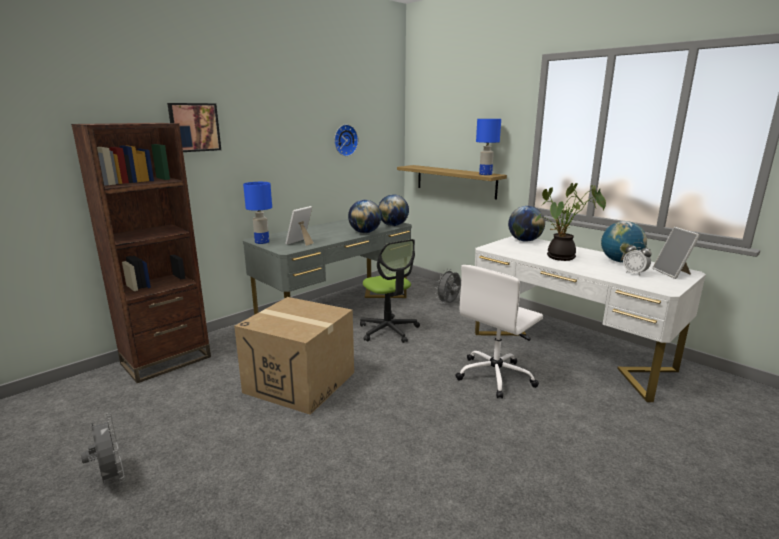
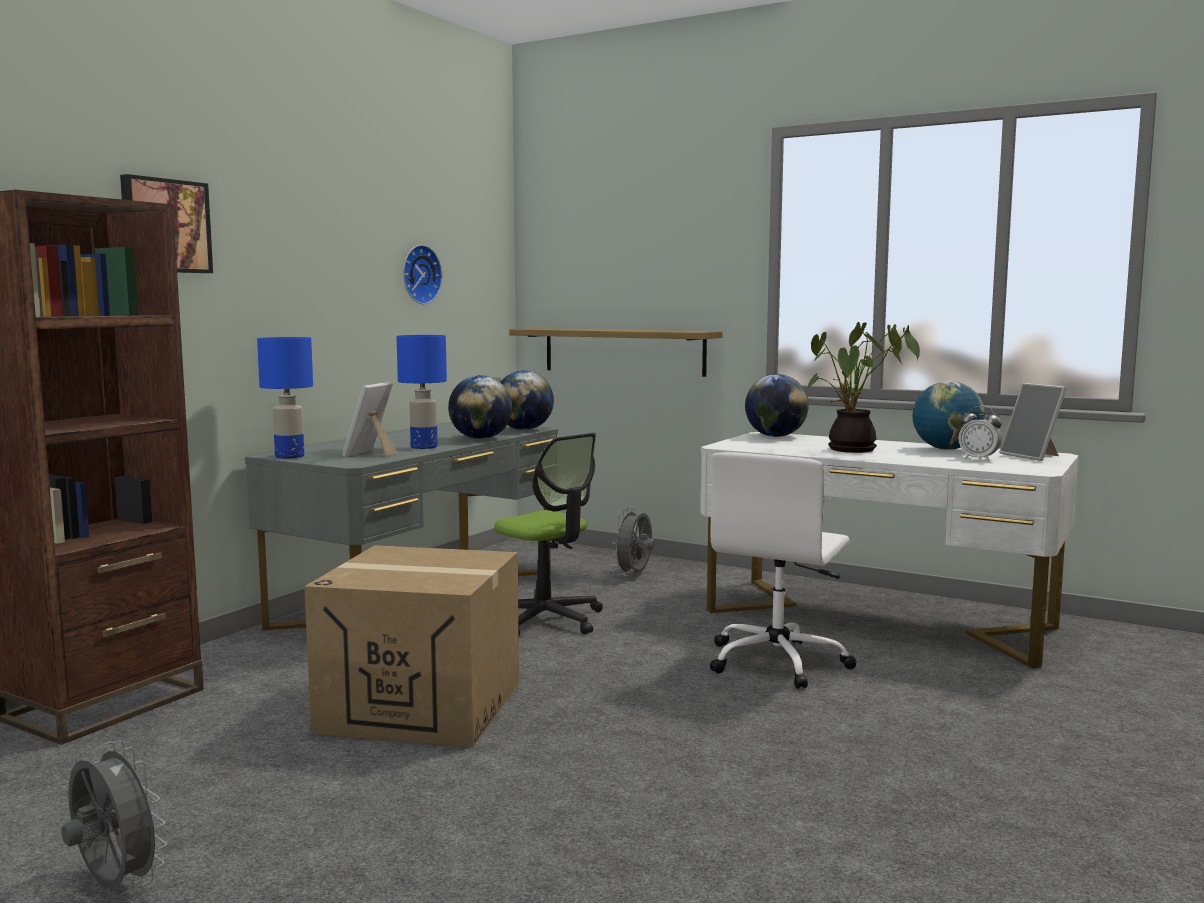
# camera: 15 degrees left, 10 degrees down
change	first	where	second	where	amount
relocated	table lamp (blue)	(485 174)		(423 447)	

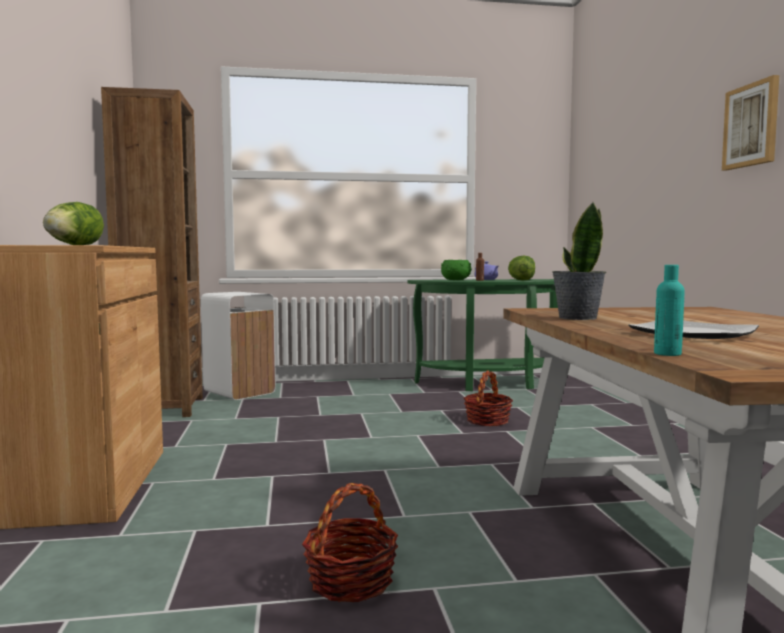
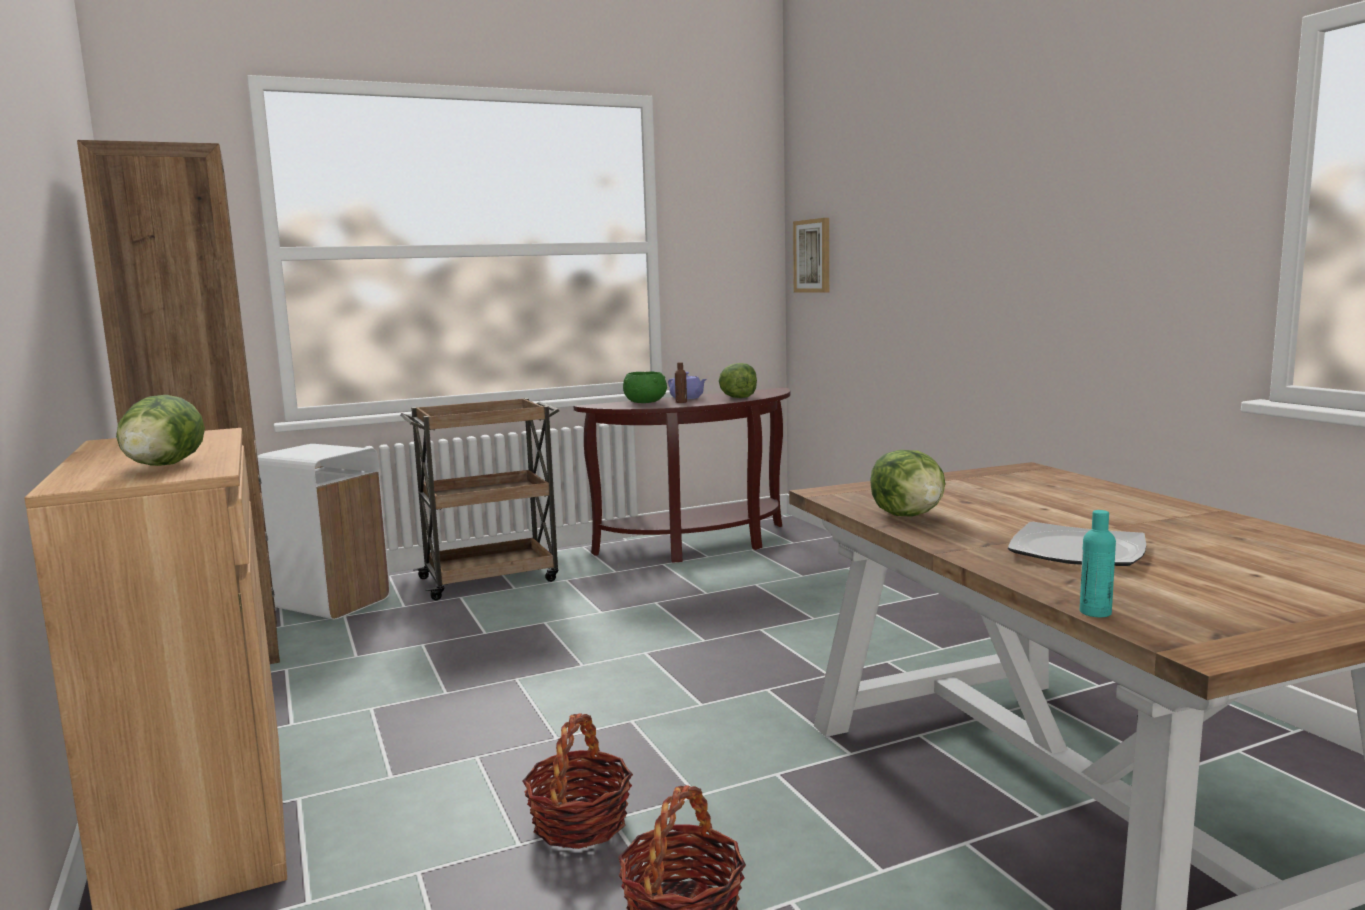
# camera: 15 degrees left, 5 degrees up
change	first	where	second	where	amount
appeared			cart (brown)	(491 579)	
relocated	basket	(487 421)		(580 823)	
colour	console table (green)	(491 384)	console table (brown)	(701 546)	
relocated	picture	(751 125)		(813 256)	
exchanged	potted plant	(577 318)	lettuce	(909 515)	

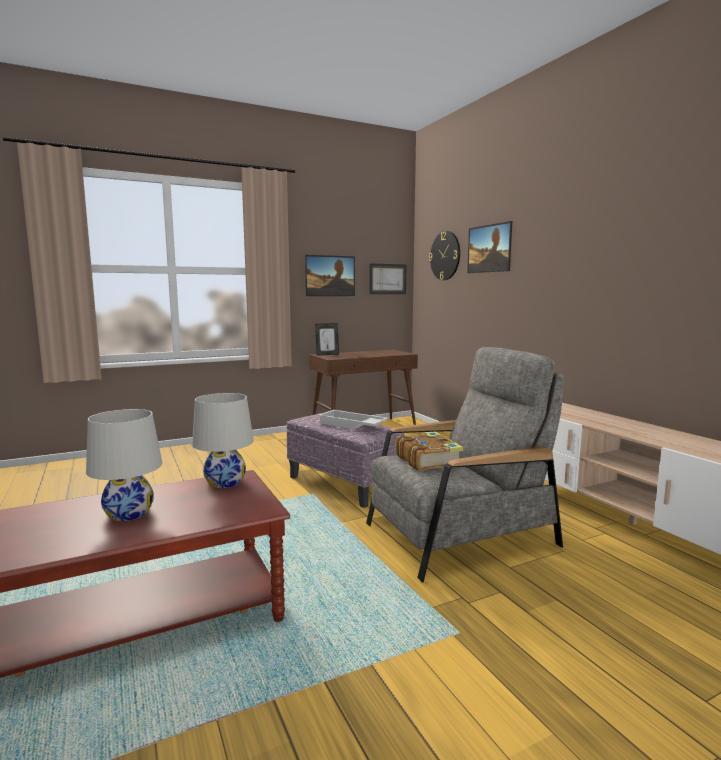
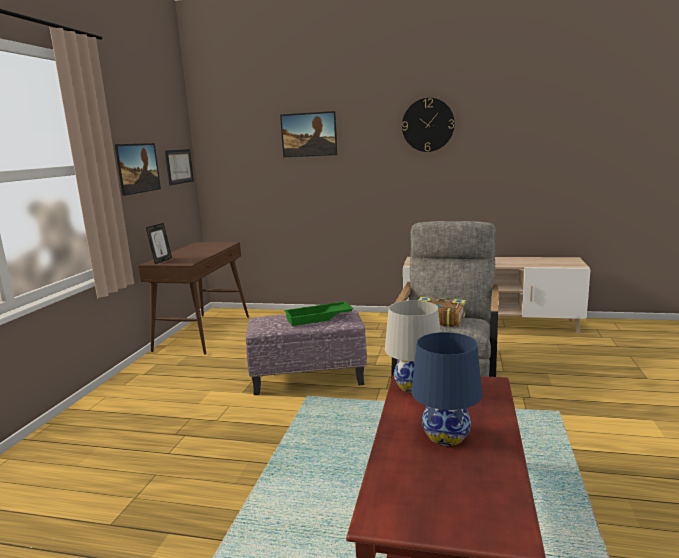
# camera: 50 degrees left, 5 degrees up
change	first	where	second	where	amount
colour	tray (white)	(351 425)	tray (green)	(318 318)	
relocated	wall clock	(445 256)		(428 125)	
colour	table lamp (white)	(129 513)	table lamp (blue)	(446 435)	

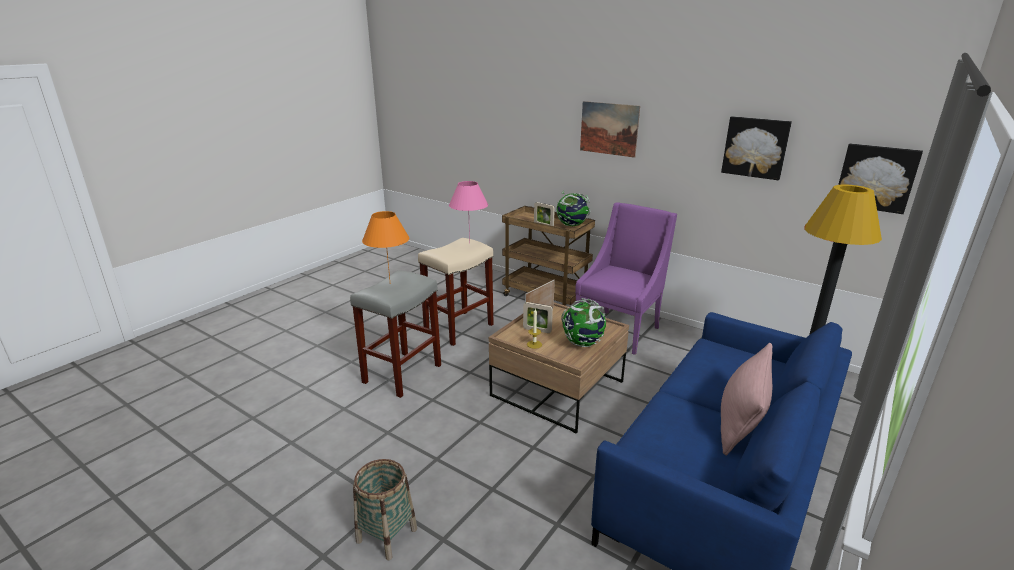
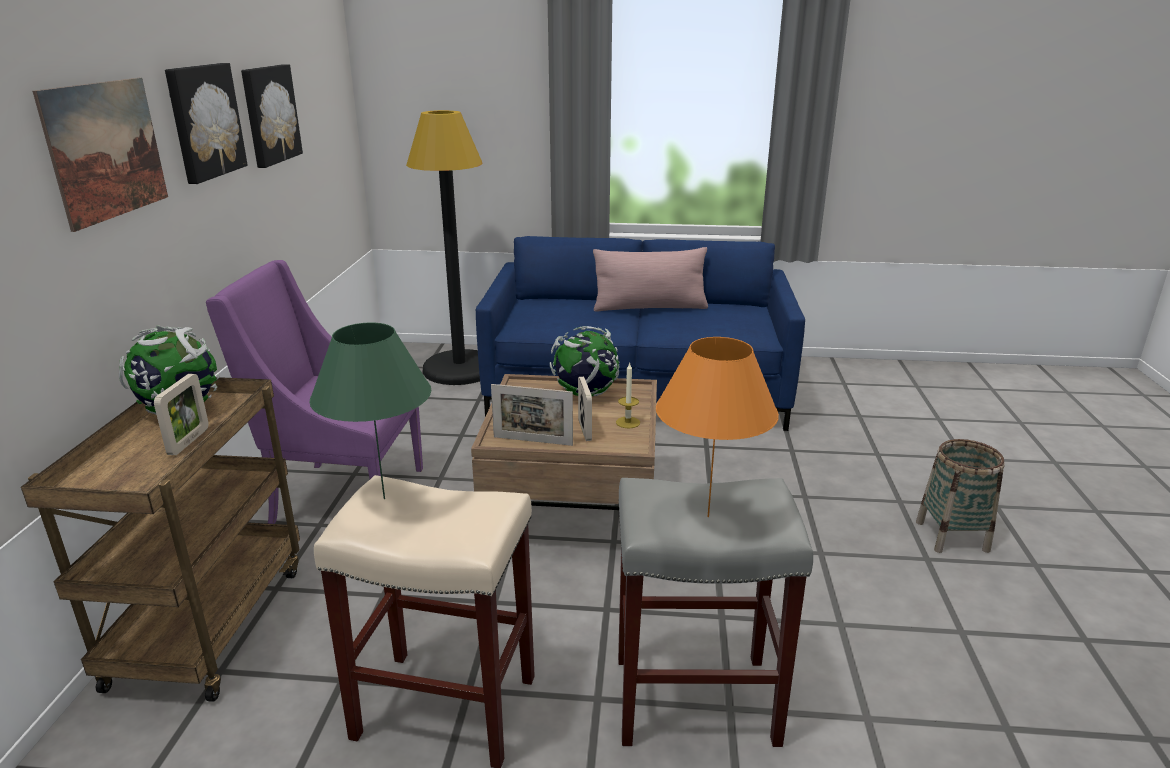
# camera: 120 degrees left, 0 degrees up
change	first	where	second	where	amount
relocated	picture	(876 177)		(204 121)	
colour	table lamp (pink)	(469 243)	table lamp (green)	(384 499)	

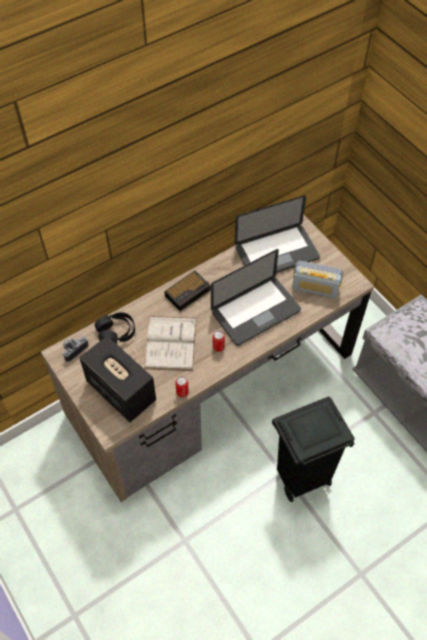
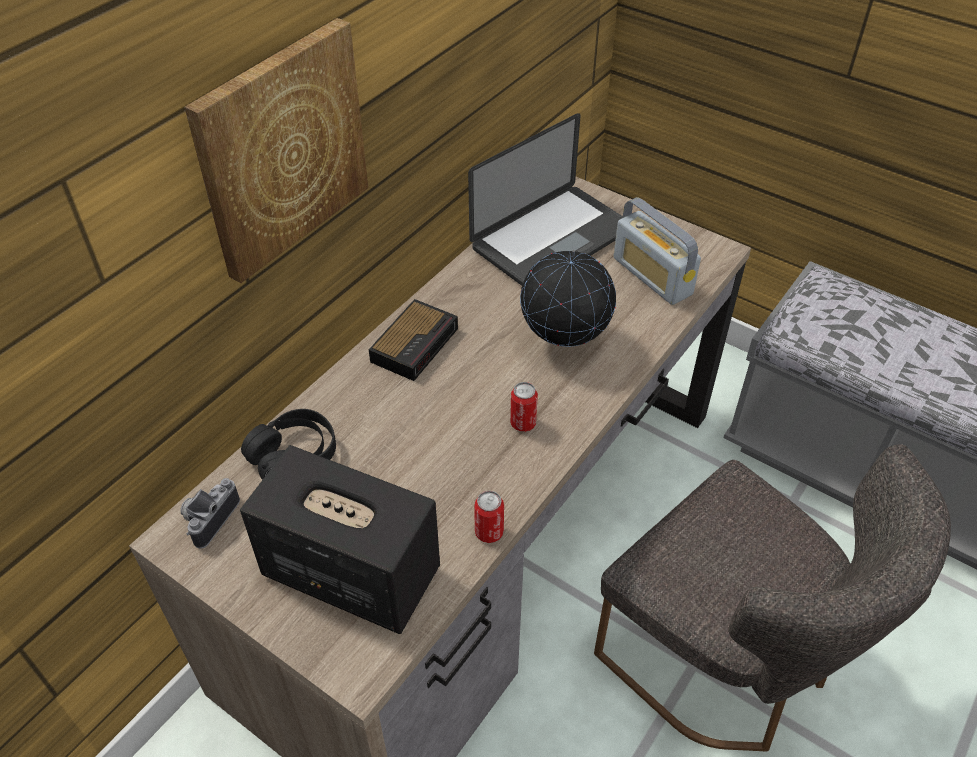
# camera: 20 degrees left, 10 degrees down
change	first	where	second	where	amount
appeared			picture	(281 149)	
exchanged	laptop	(256 311)	globe	(564 342)	
exchanged	trash can (black)	(300 478)	chair (grey)	(728 662)	
spun	radio	(315 288)		(652 276)	60 degrees clockwise
missing	book (white)	(170 343)			

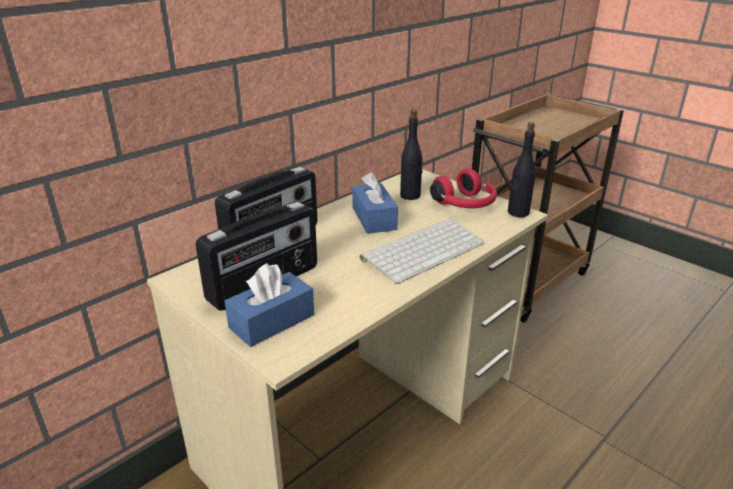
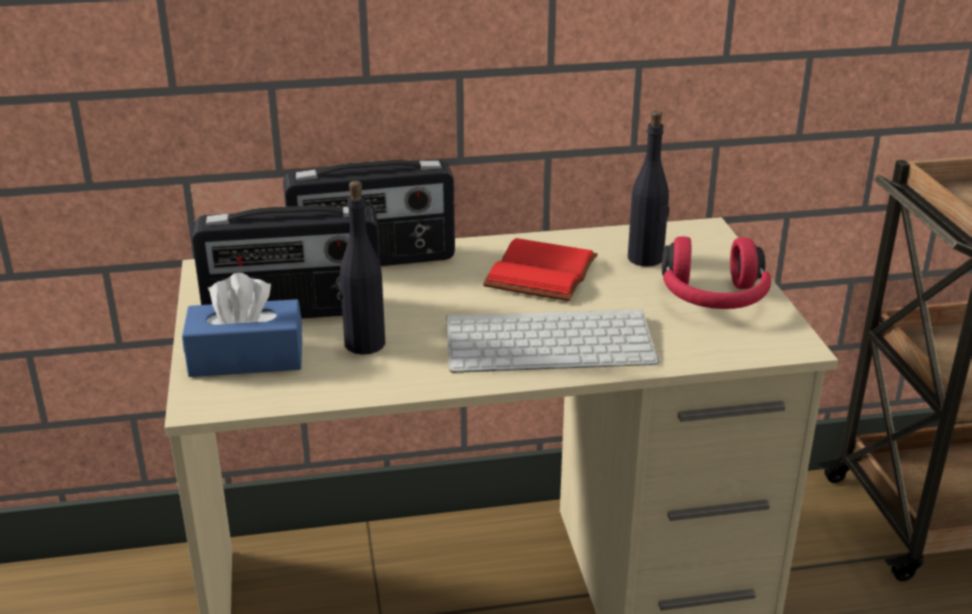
# camera: 35 degrees right, 0 degrees up
change	first	where	second	where	amount
relocated	bottle (black)	(518 212)		(364 344)	
exchanged	tissue box (blue)	(374 218)	book (red)	(544 275)	

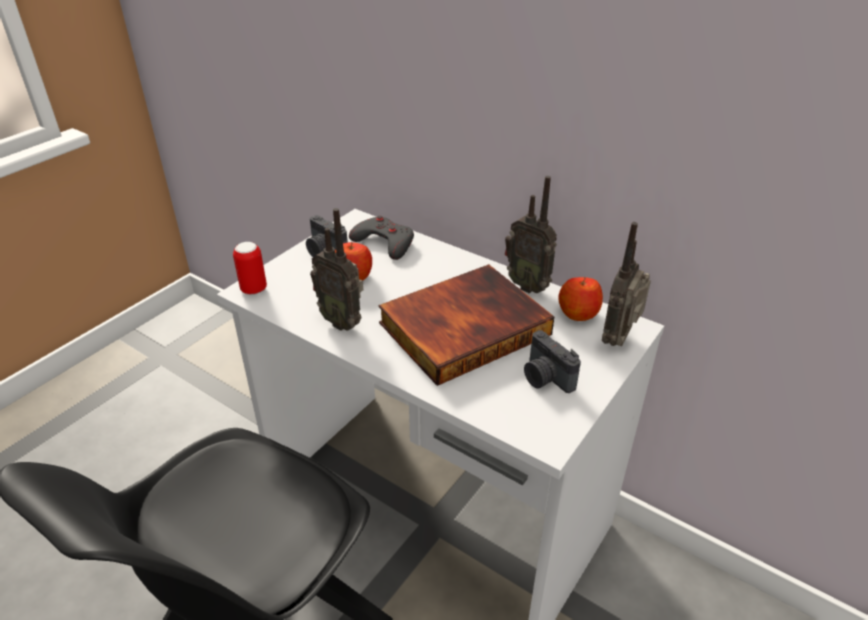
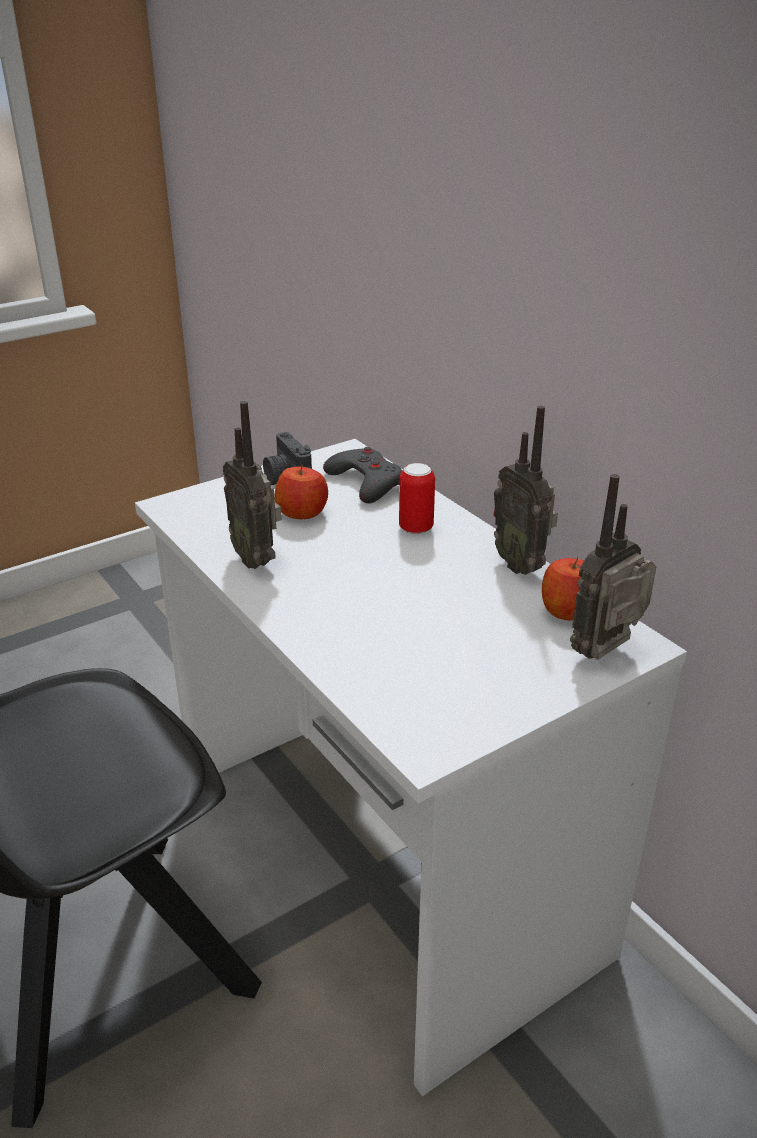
# camera: 20 degrees right, 5 degrees down
change	first	where	second	where	amount
relocated	can	(254 289)		(416 528)	
missing	book	(463 326)			
missing	photo camera	(545 378)			

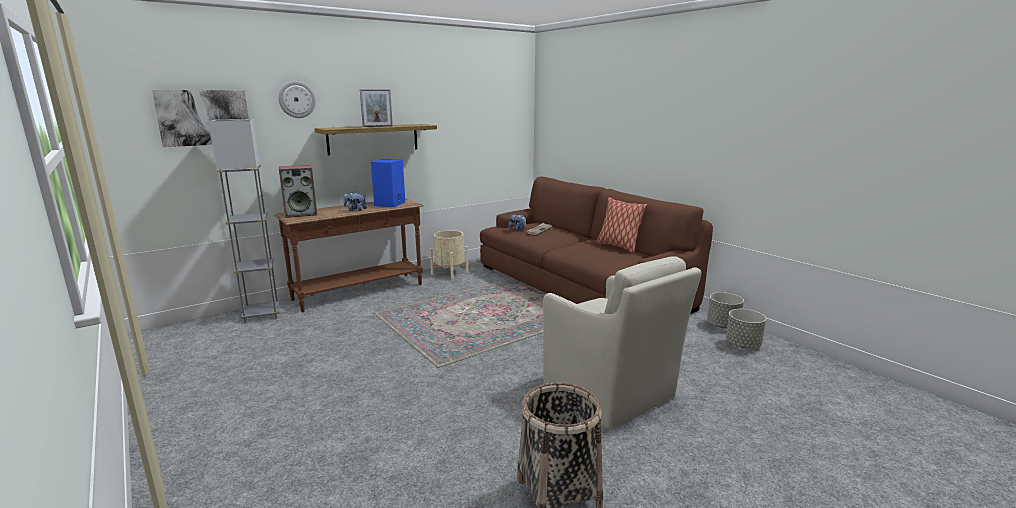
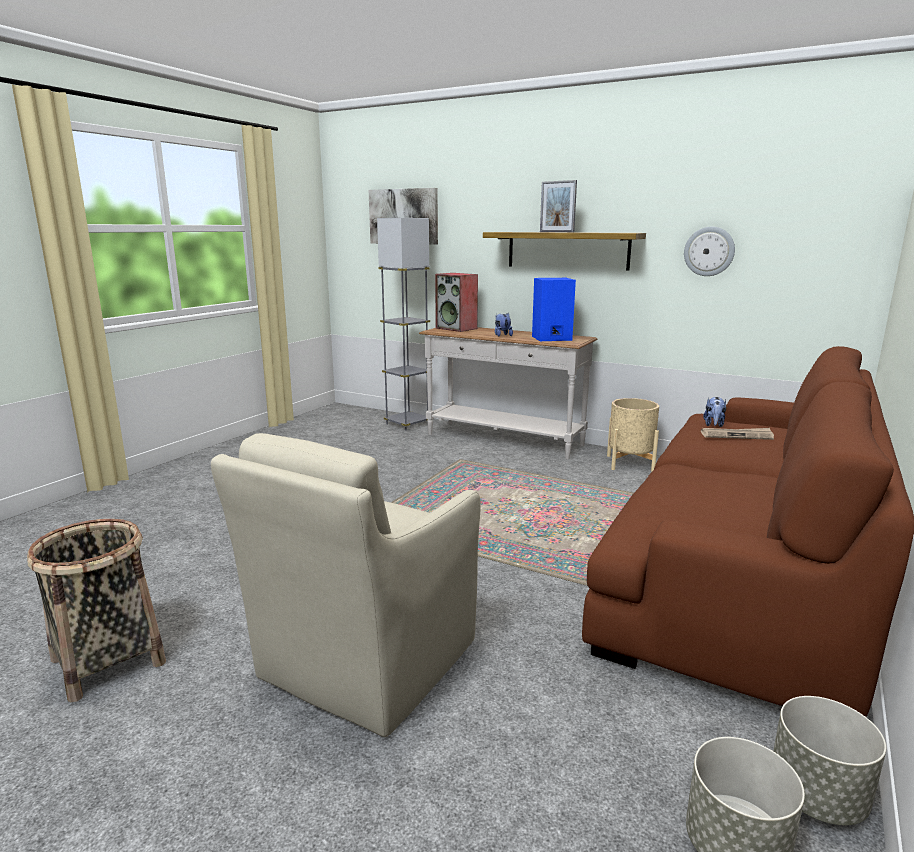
# camera: 65 degrees right, 0 degrees up
change	first	where	second	where	amount
colour	console table (brown)	(359 292)	console table (white)	(503 440)	
relocated	wall clock	(296 99)		(709 251)	
missing	pillow	(618 247)			

